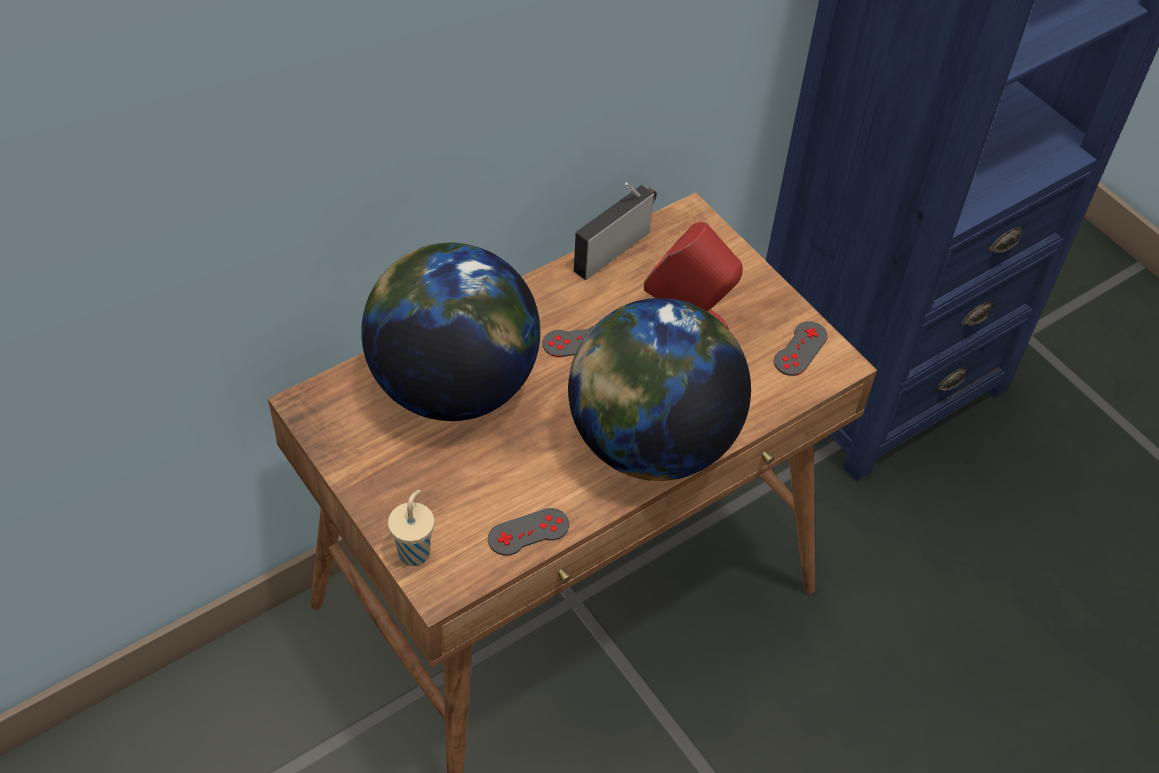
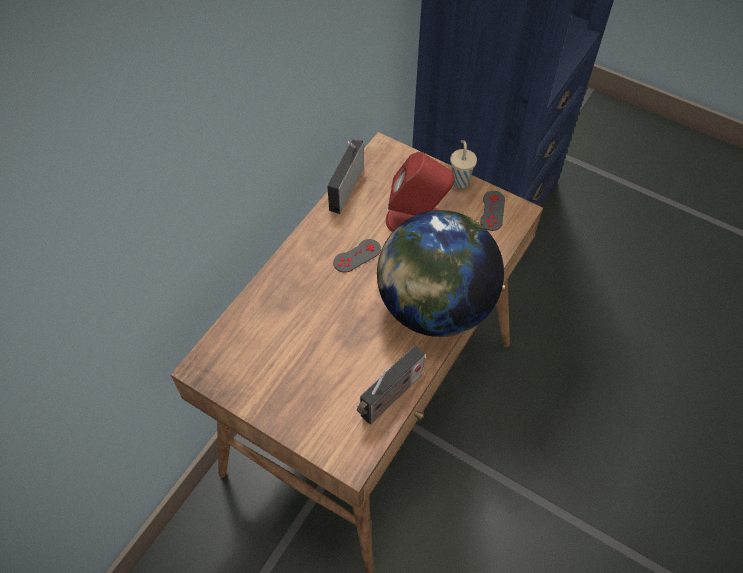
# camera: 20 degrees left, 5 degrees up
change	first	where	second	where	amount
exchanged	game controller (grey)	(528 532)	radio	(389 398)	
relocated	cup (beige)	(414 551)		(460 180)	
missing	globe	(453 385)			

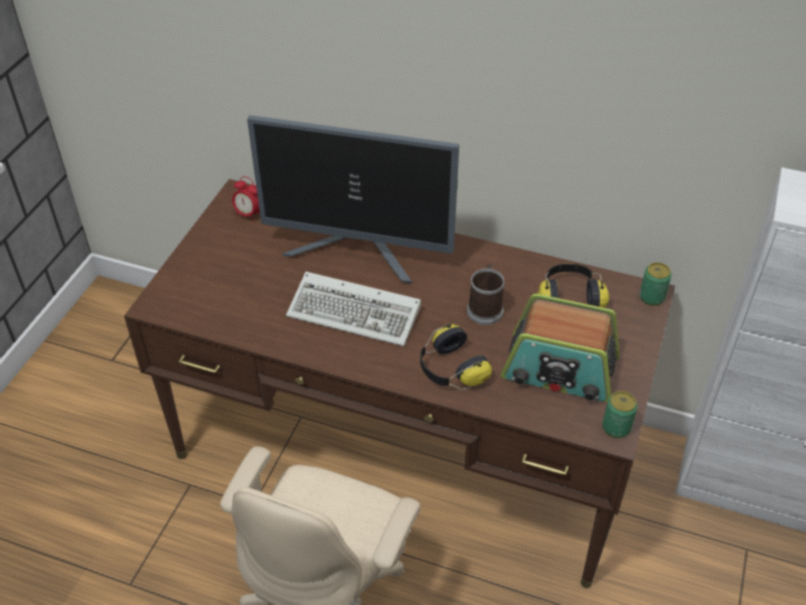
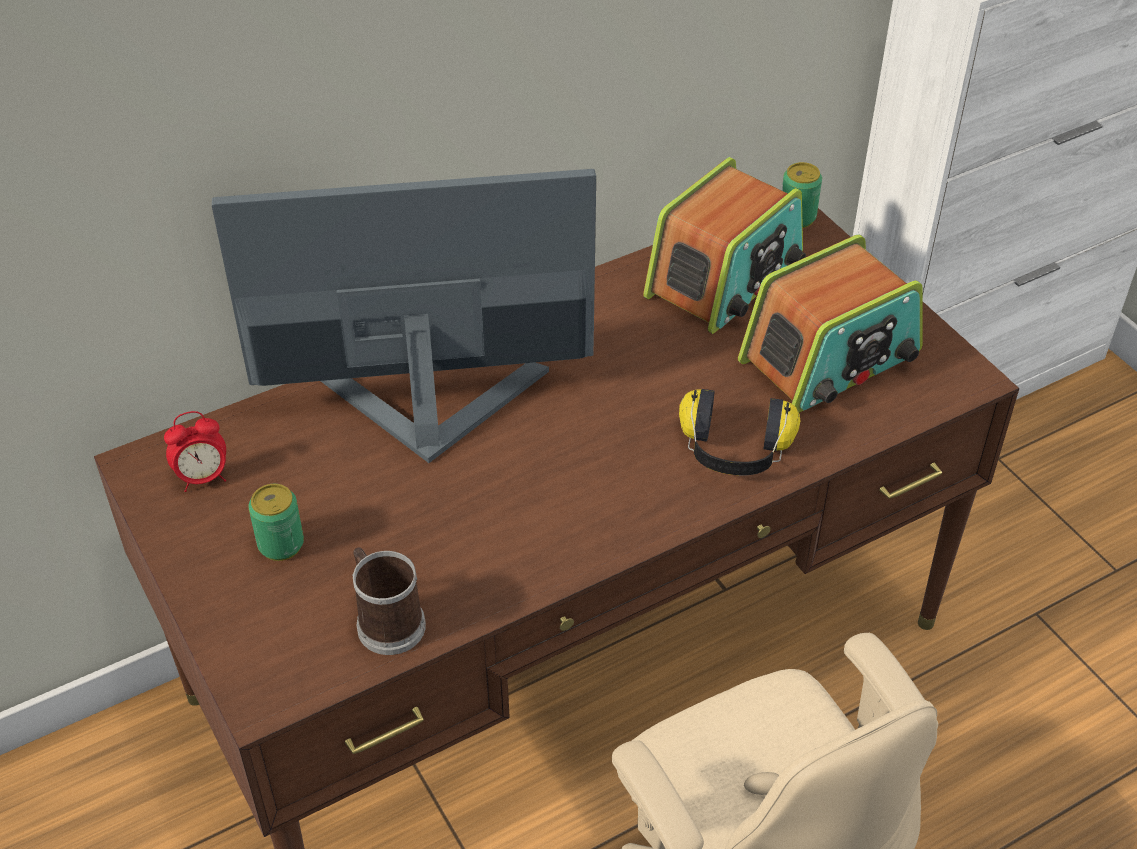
# camera: 50 degrees left, 0 degrees up
change	first	where	second	where	amount
spun	monitor	(359 252)		(426 409)	150 degrees counterclockwise
relocated	can	(616 427)		(281 544)	
relocated	mug	(485 308)		(386 621)	
exchanged	headphones	(569 297)	radio	(725 278)	
missing	keyboard	(357 313)			

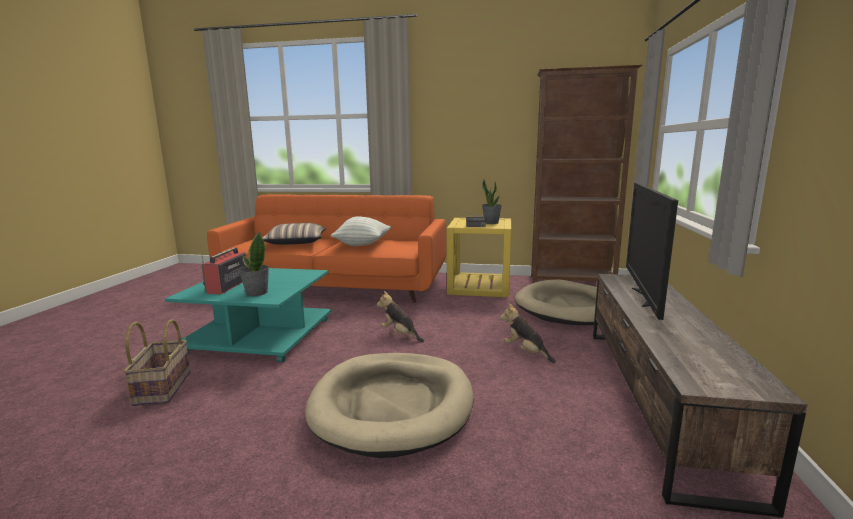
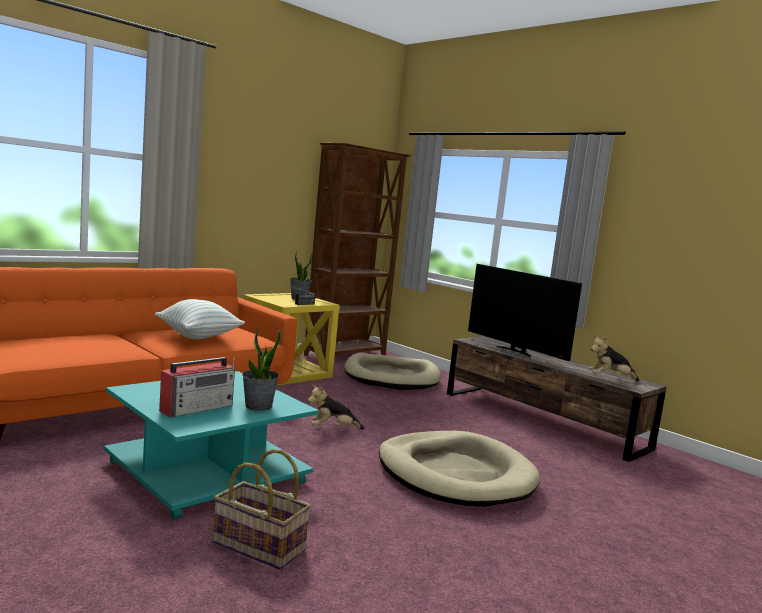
# camera: 55 degrees left, 5 degrees down
change	first	where	second	where	amount
spun	radio	(227 286)		(198 408)	90 degrees counterclockwise
relocated	plush toy	(526 352)		(610 379)	
missing	pillow	(296 242)			

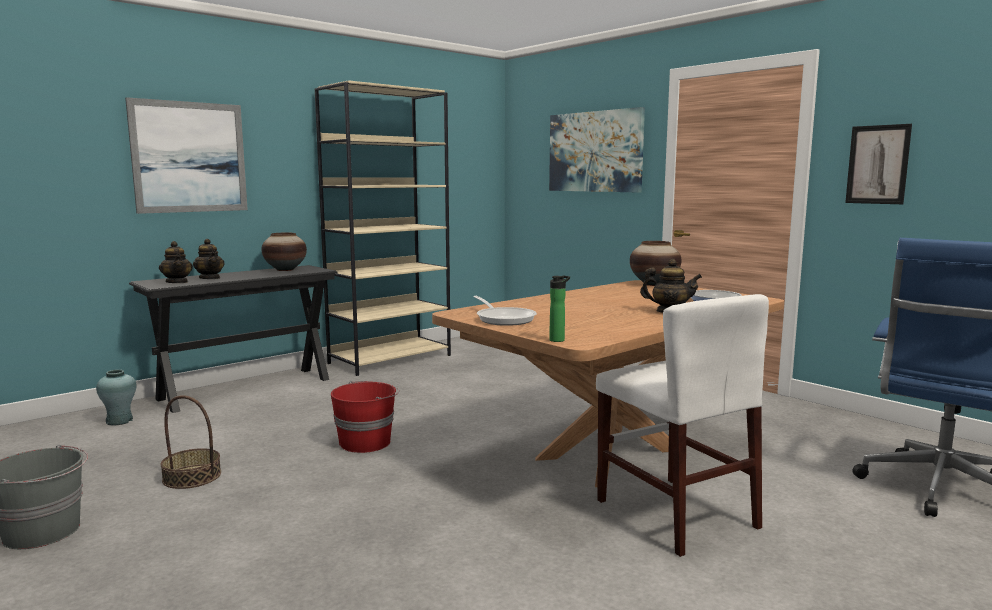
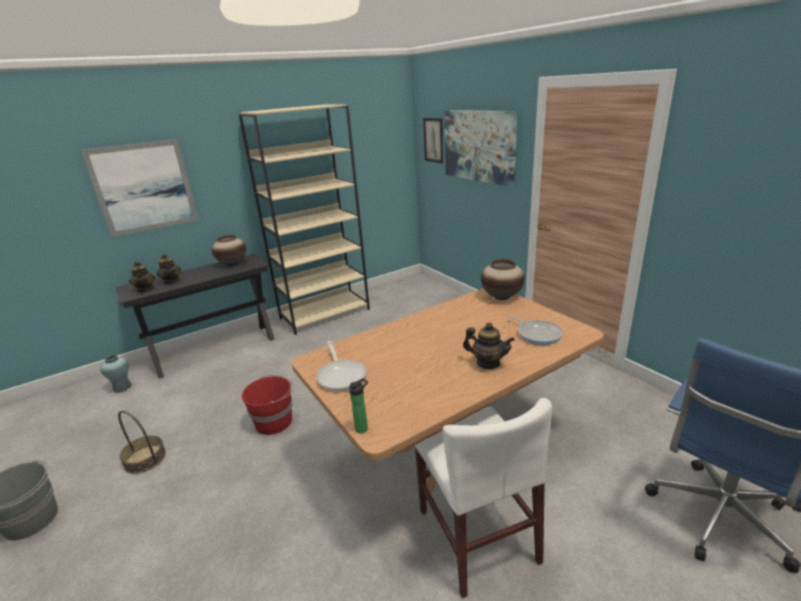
# camera: 10 degrees right, 15 degrees up
change	first	where	second	where	amount
relocated	picture	(877 164)		(433 140)	

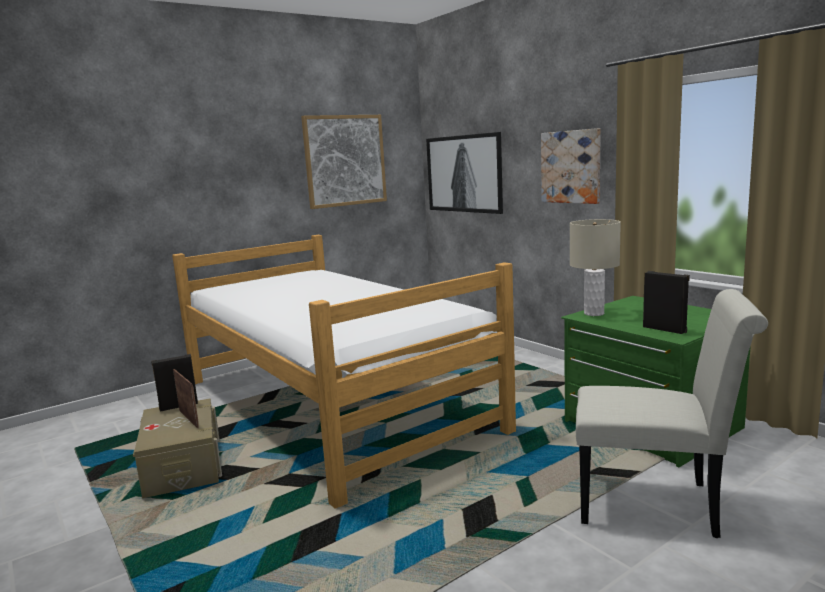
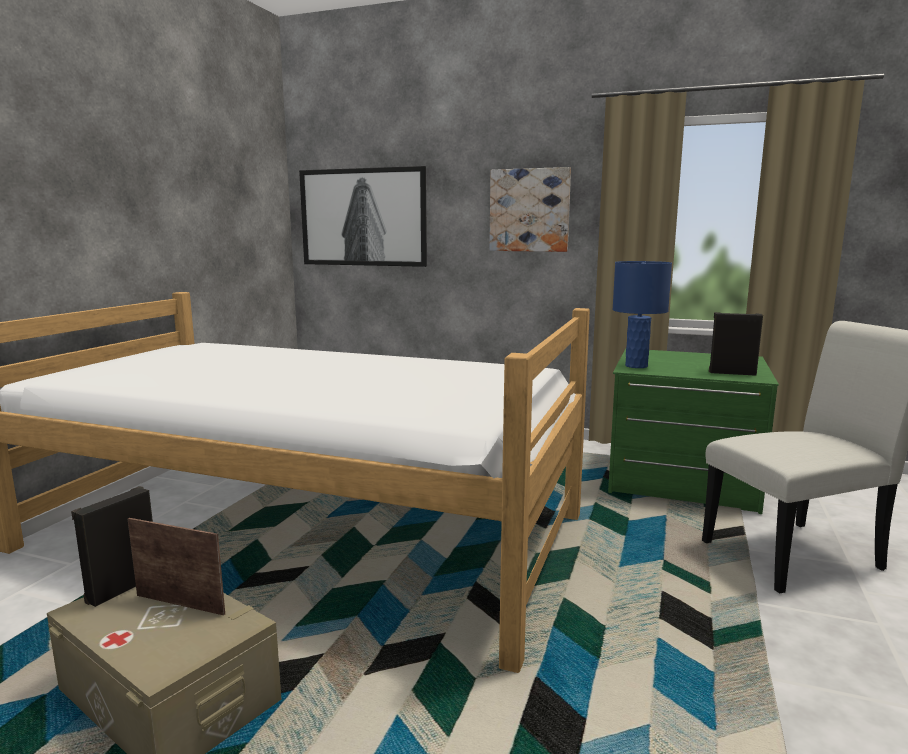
# camera: 35 degrees left, 0 degrees up
change	first	where	second	where	amount
colour	table lamp (beige)	(594 313)	table lamp (blue)	(636 366)	
missing	picture	(345 160)			

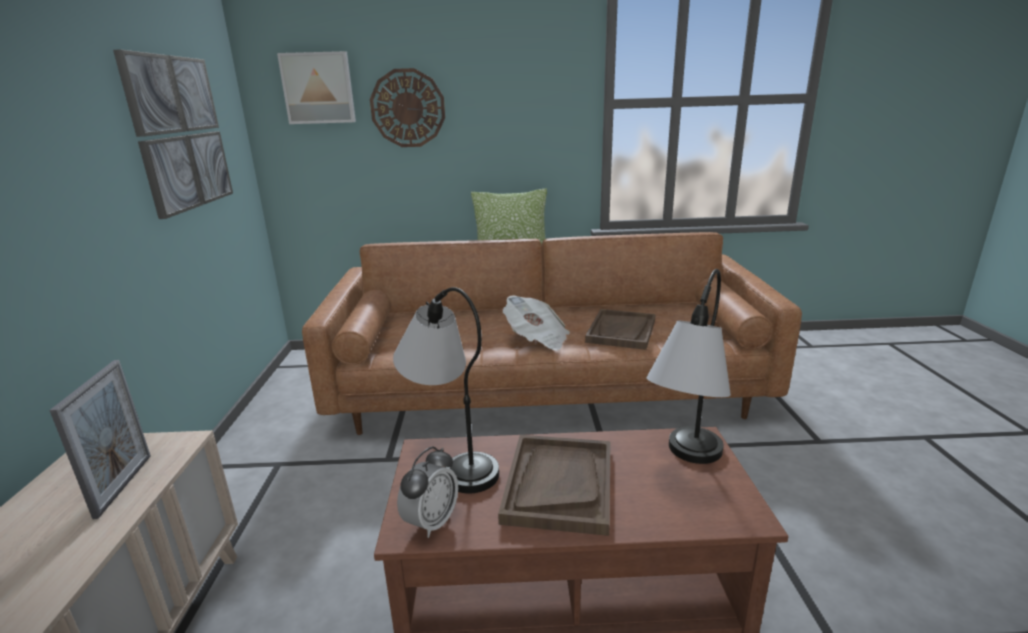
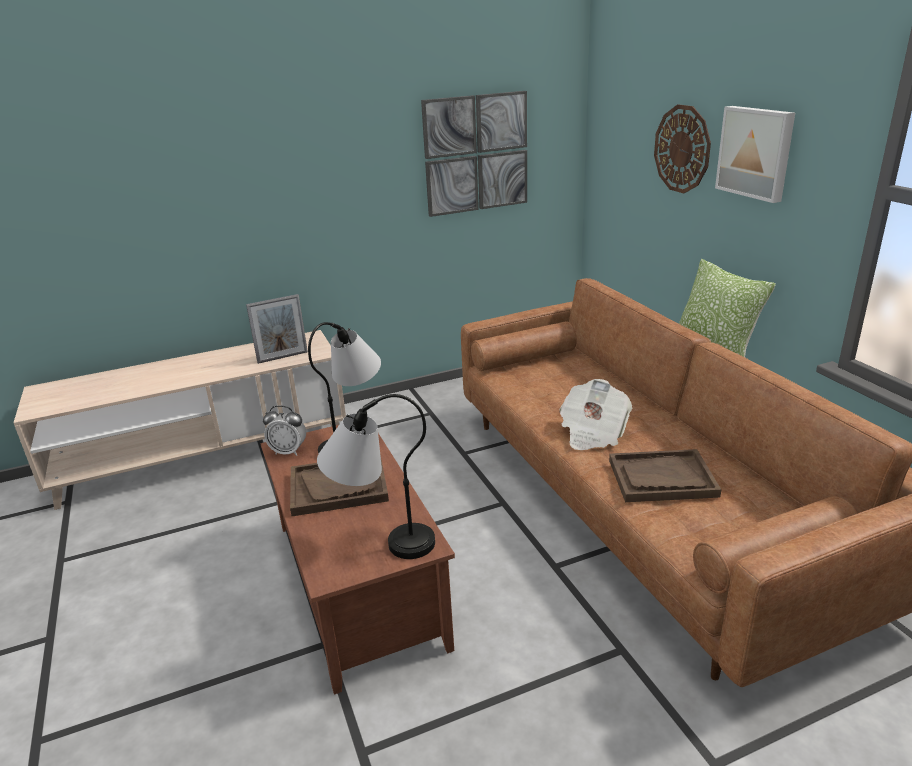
# camera: 70 degrees right, 5 degrees up
change	first	where	second	where	amount
relocated	picture	(318 88)		(756 152)	

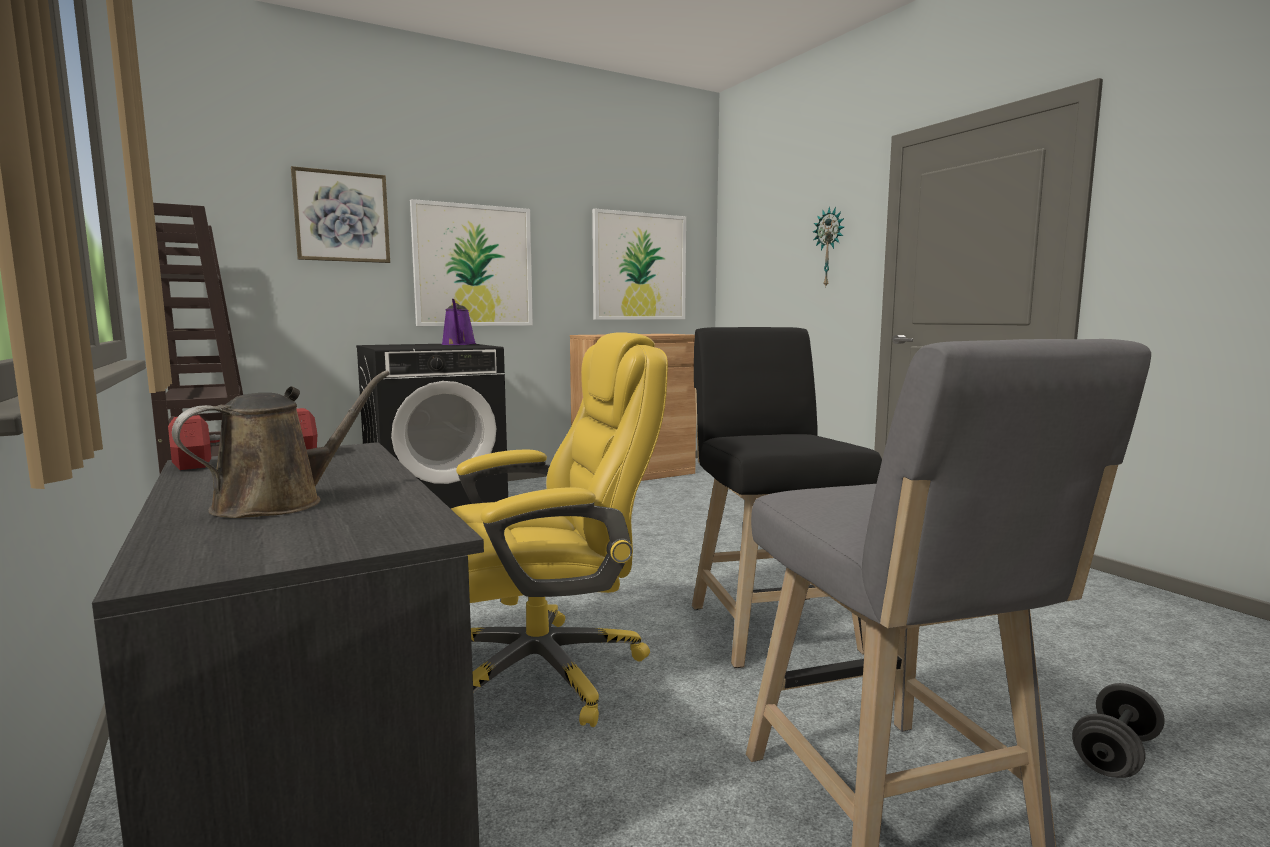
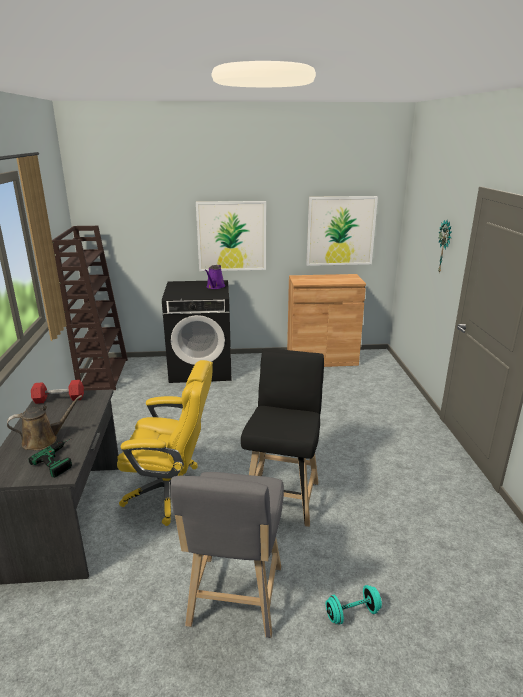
# camera: 25 degrees right, 15 degrees up
change	first	where	second	where	amount
appeared			power drill	(61 458)	
colour	dumbbell (grey)	(1115 754)	dumbbell (turquoise)	(352 613)	
missing	picture	(342 217)			

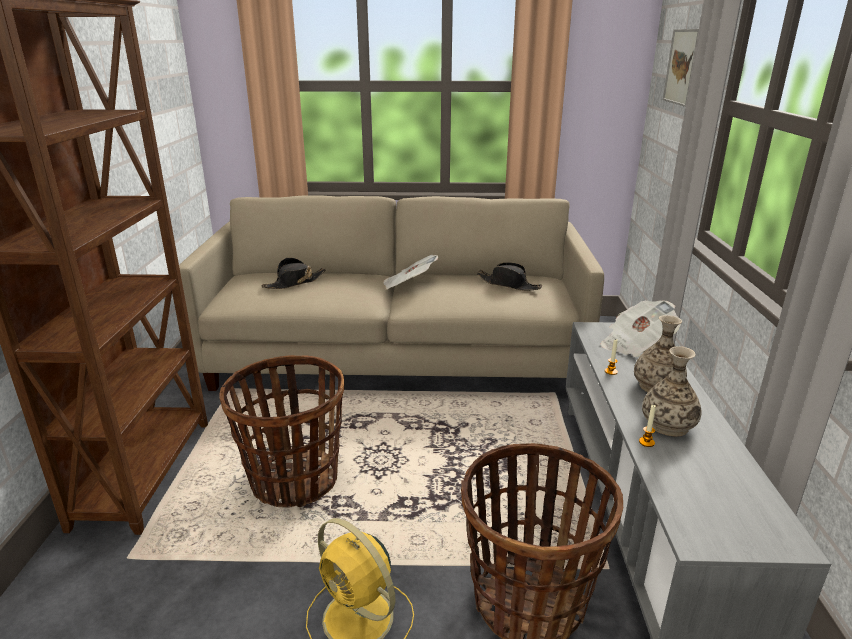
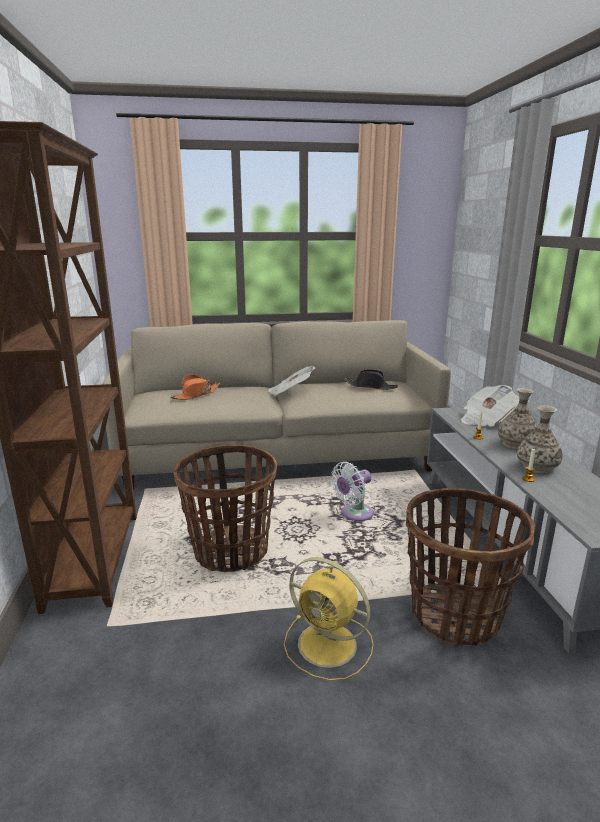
# camera: 10 degrees left, 5 degrees down
change	first	where	second	where	amount
colour	hat (black)	(294 282)	hat (orange)	(196 394)	
appeared			fan (white)	(354 514)	
missing	picture	(682 67)			

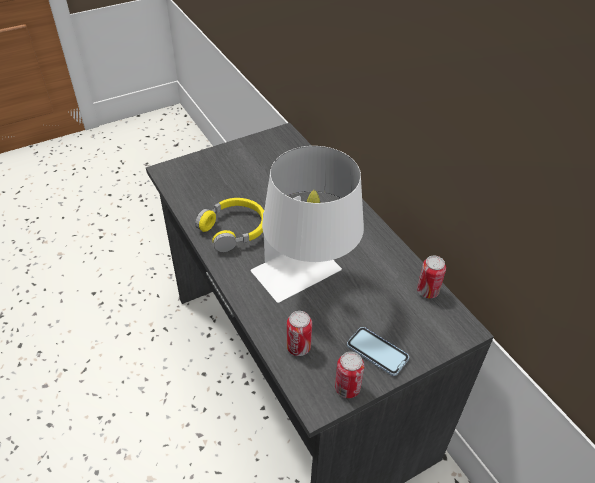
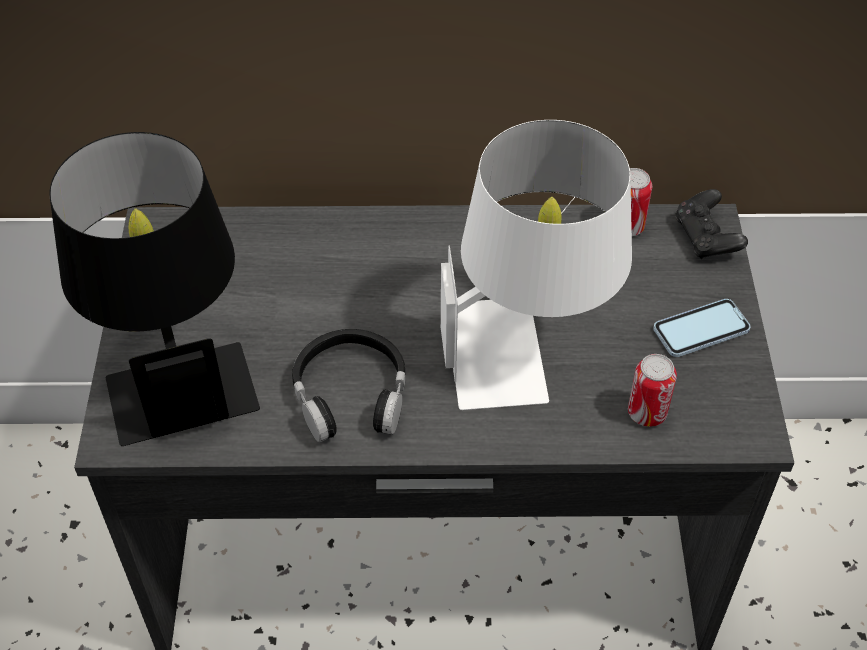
# camera: 60 degrees left, 5 degrees up
change	first	where	second	where	amount
appeared			table lamp (black)	(174 369)	
colour	headphones (yellow)	(234 229)	headphones (black)	(351 394)	
appeared			game controller (black)	(706 238)	
missing	can	(347 388)			

